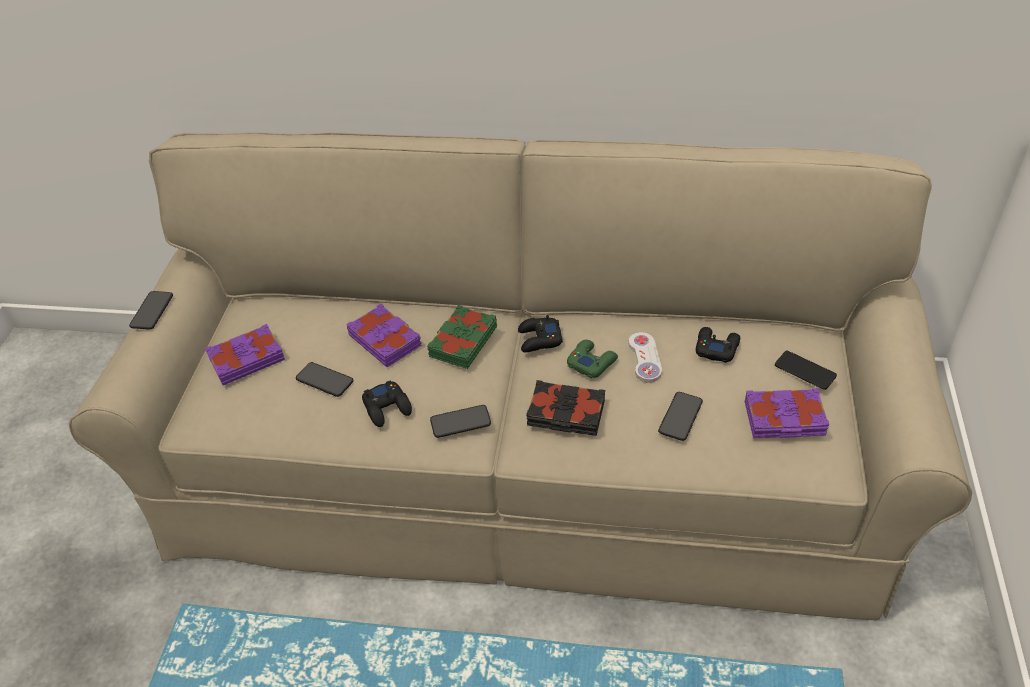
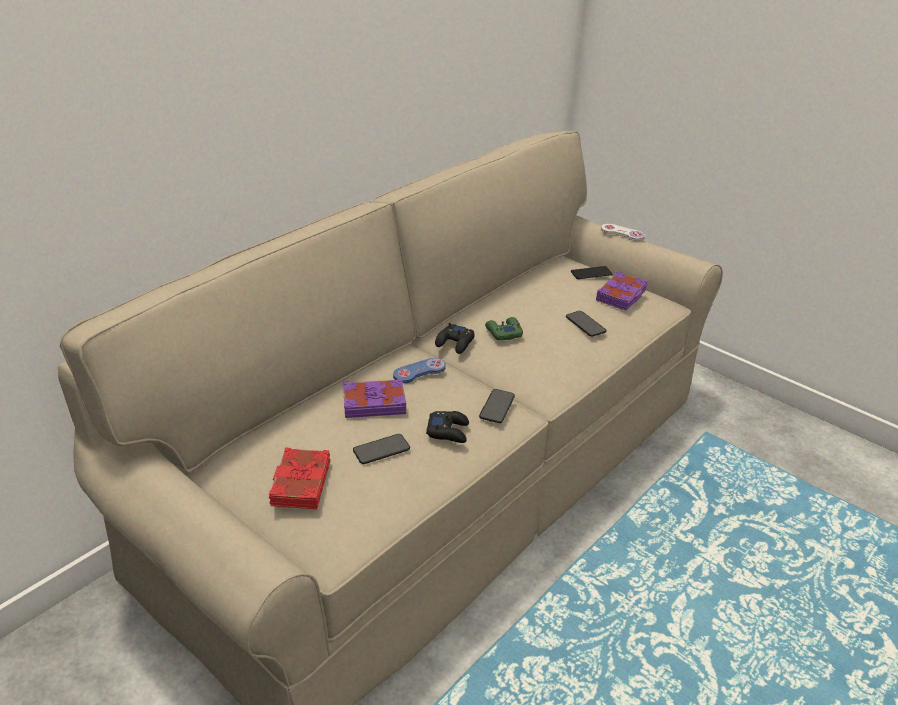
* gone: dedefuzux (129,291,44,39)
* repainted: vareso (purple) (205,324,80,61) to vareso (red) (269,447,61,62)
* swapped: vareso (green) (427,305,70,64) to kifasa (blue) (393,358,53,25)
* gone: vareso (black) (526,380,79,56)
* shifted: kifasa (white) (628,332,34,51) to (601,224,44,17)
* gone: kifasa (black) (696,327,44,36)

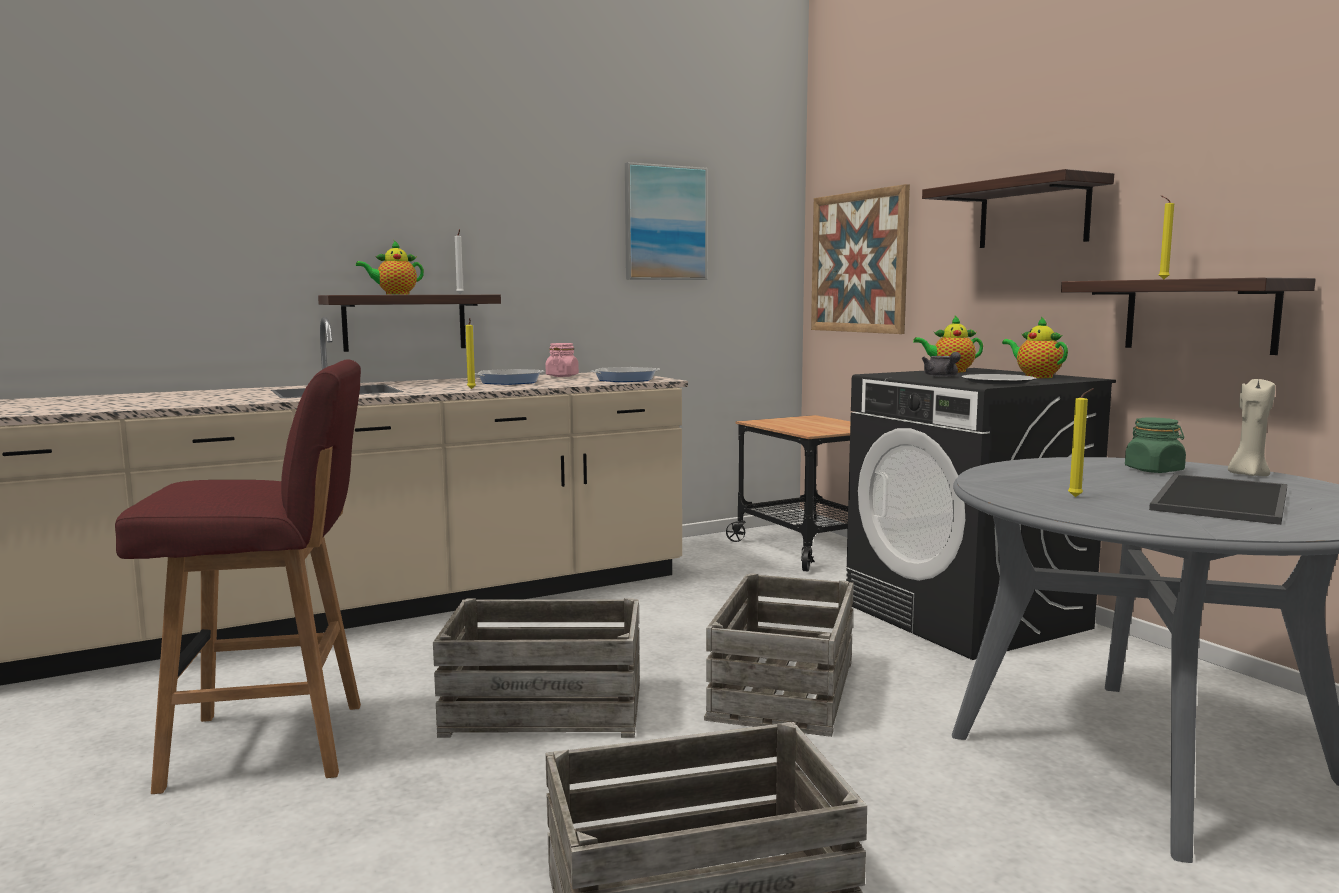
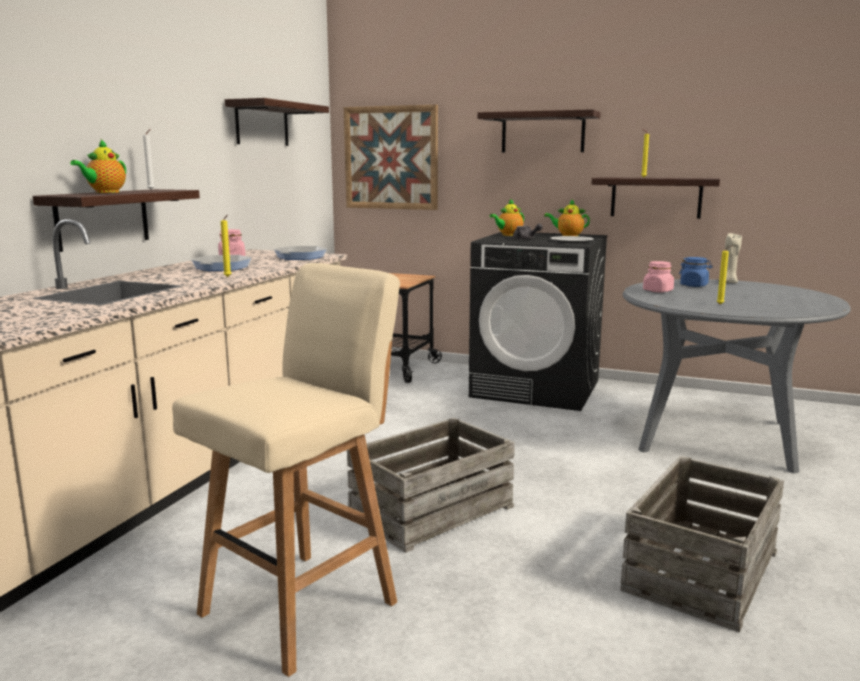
* repainted: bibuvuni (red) (115,359,246,435) to bibuvuni (beige) (172,263,228,414)
* swapped: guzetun (625,162,83,118) to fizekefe (225,98,104,48)
* gone: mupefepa (704,573,150,164)
* repainted: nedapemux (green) (1125,418,61,55) to nedapemux (blue) (679,257,34,30)
* gone: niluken (1149,474,139,51)
* new: nedapemux (pink) (643,261,31,31)

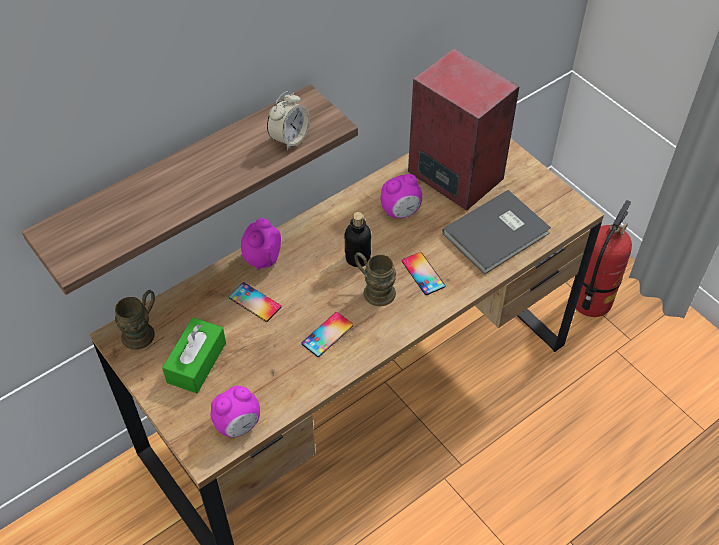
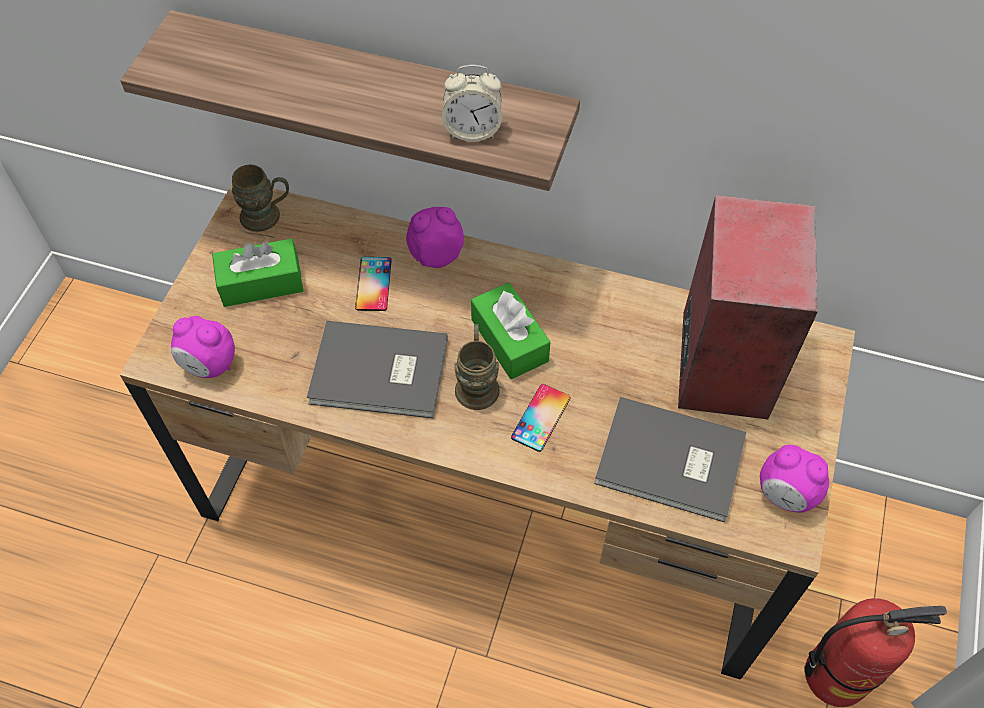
* swapped: dedefuzux (302,312,51,45) to vareso (grey) (307,321,140,97)
* swapped: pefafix (345,212,27,55) to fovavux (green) (471,282,79,97)
* shifted: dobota (380,174,42,44) to (760,445,69,68)

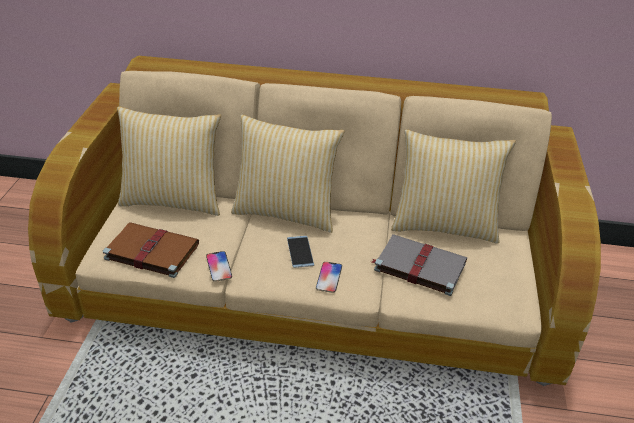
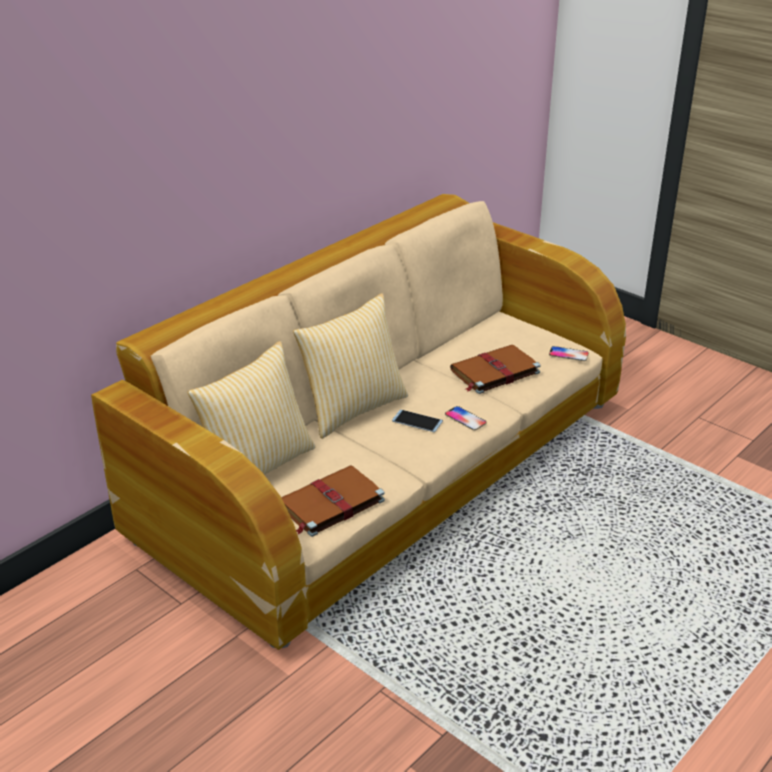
* shifted: dedefuzux (206,251,26,31) to (549,346,40,15)
* repainted: vareso (grey) (372,234,95,62) to vareso (brown) (450,345,91,49)
* gone: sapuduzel (391,129,125,115)

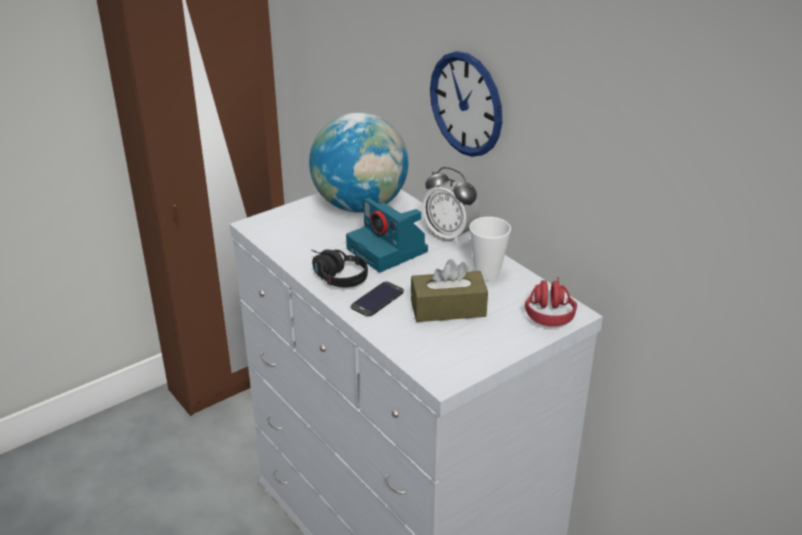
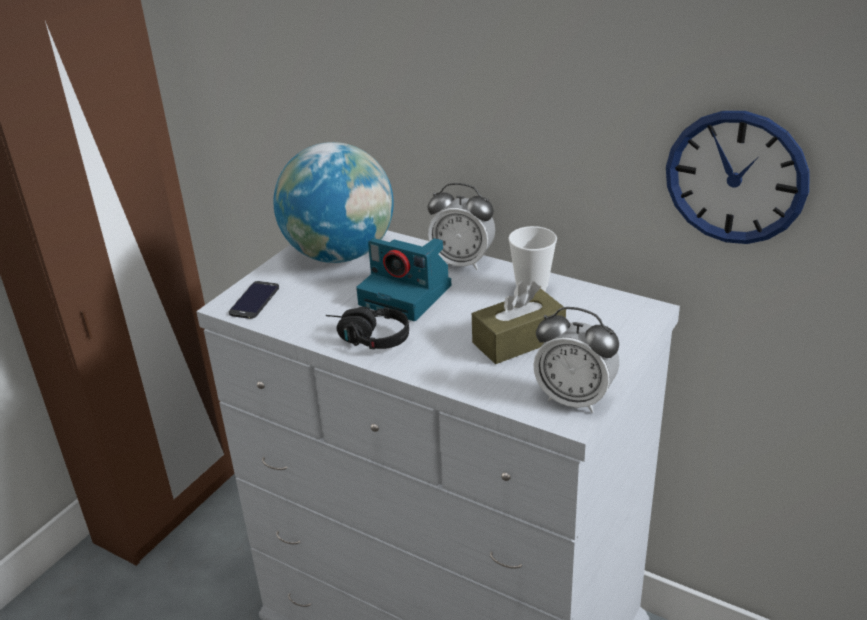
* shifted: dedefuzux (351,281,53,36) to (229,281,50,38)
* shifted: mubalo (430,51,72,106) to (666,111,144,133)
* gone: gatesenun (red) (525,277,52,50)
* new: dobota (533,307,86,106)

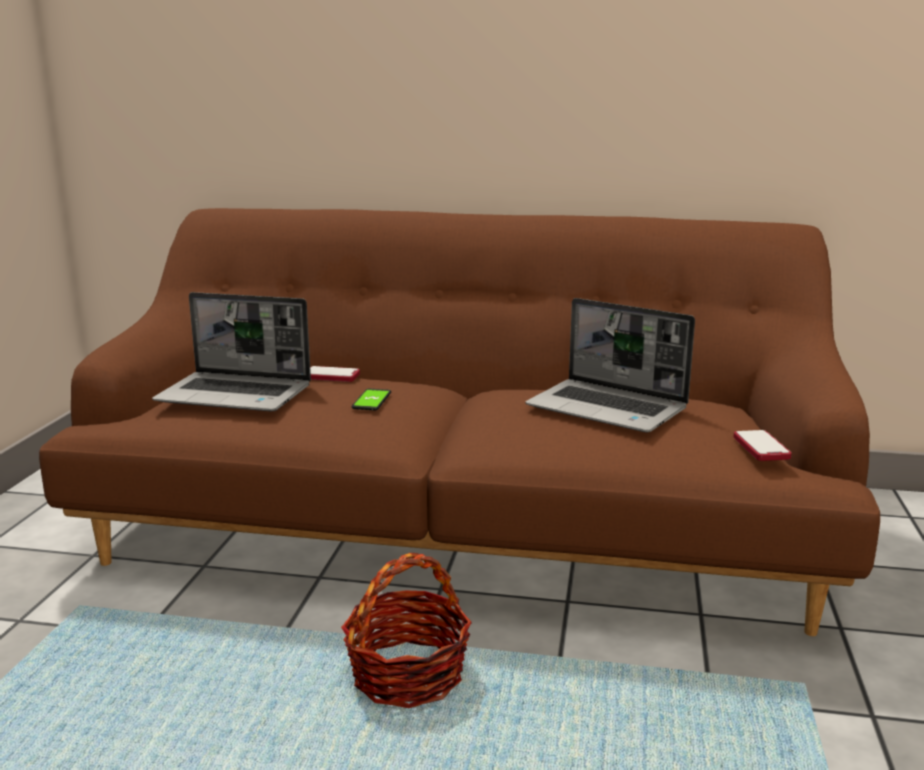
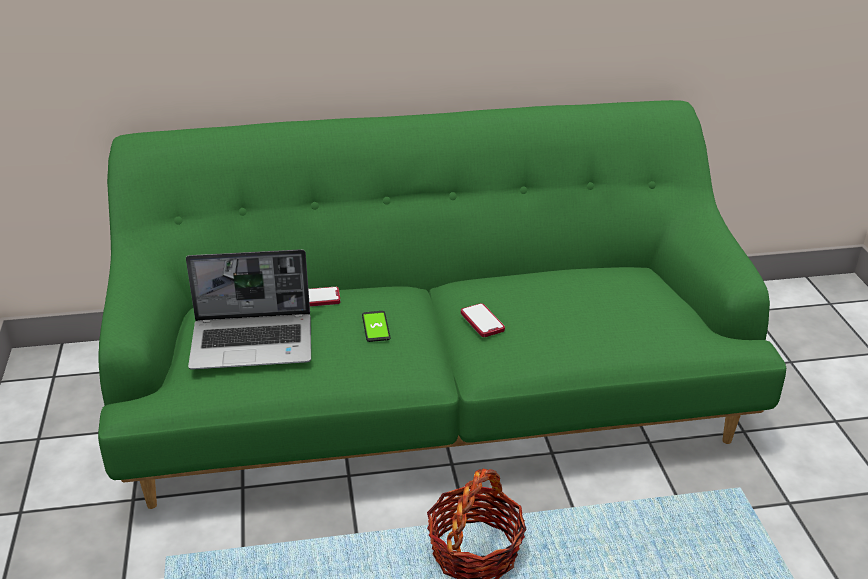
* repainted: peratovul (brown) (39,208,841,428) to peratovul (green) (98,100,688,409)
* gone: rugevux (525,298,170,134)
* shifted: dedefuzux (734,430,58,31) to (461,303,44,34)

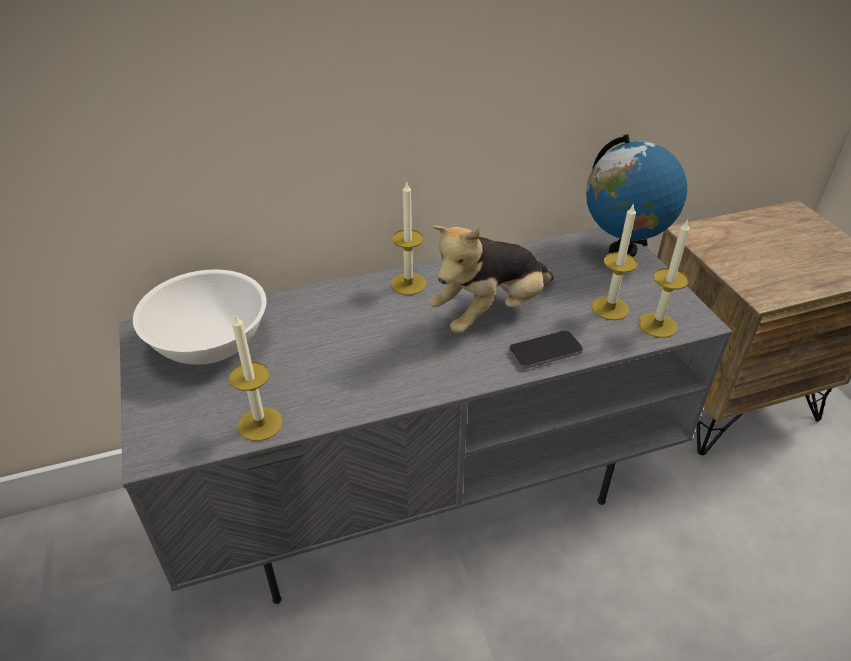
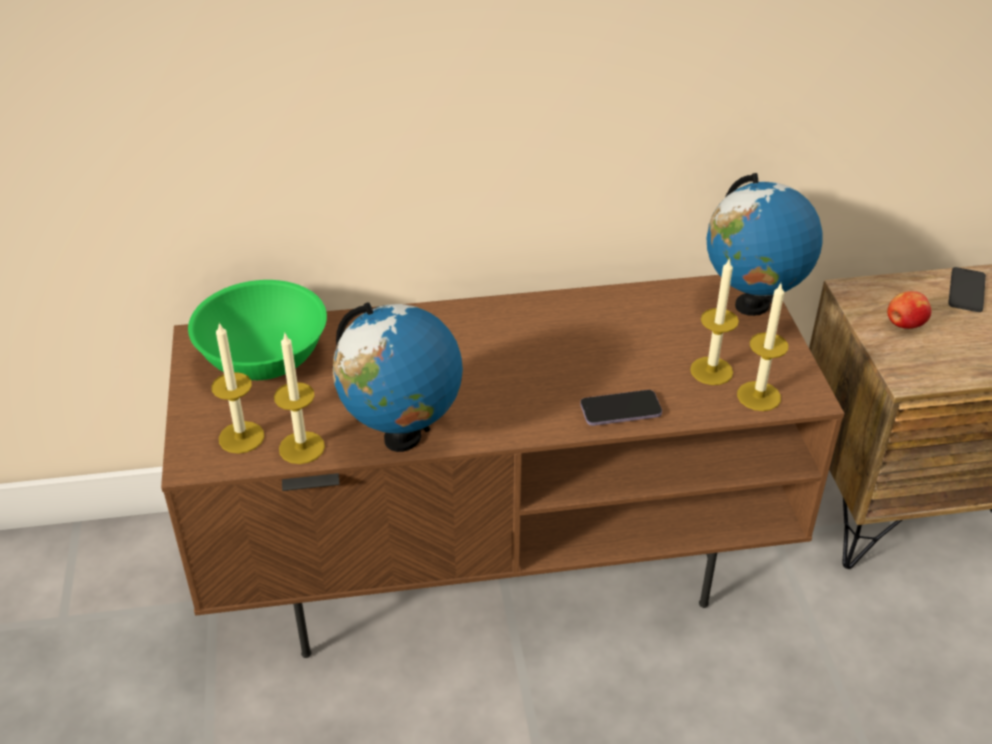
* repainted: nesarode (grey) (119,227,614,377) to nesarode (brown) (161,275,683,383)
* repainted: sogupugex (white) (133,269,133,96) to sogupugex (green) (188,280,139,100)
* shifted: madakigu (391,181,35,114) to (211,322,53,132)
* gone: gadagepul (429,225,125,108)
* new: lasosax (333,302,130,150)
* new: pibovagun (887,291,44,38)
* new: dedefuzux (948,267,38,45)

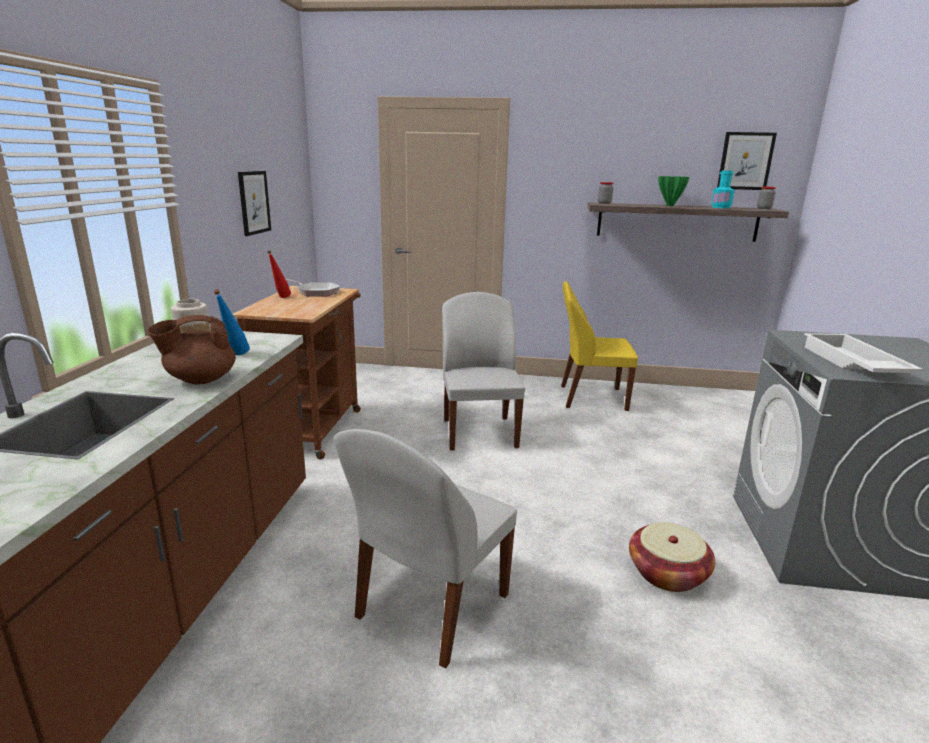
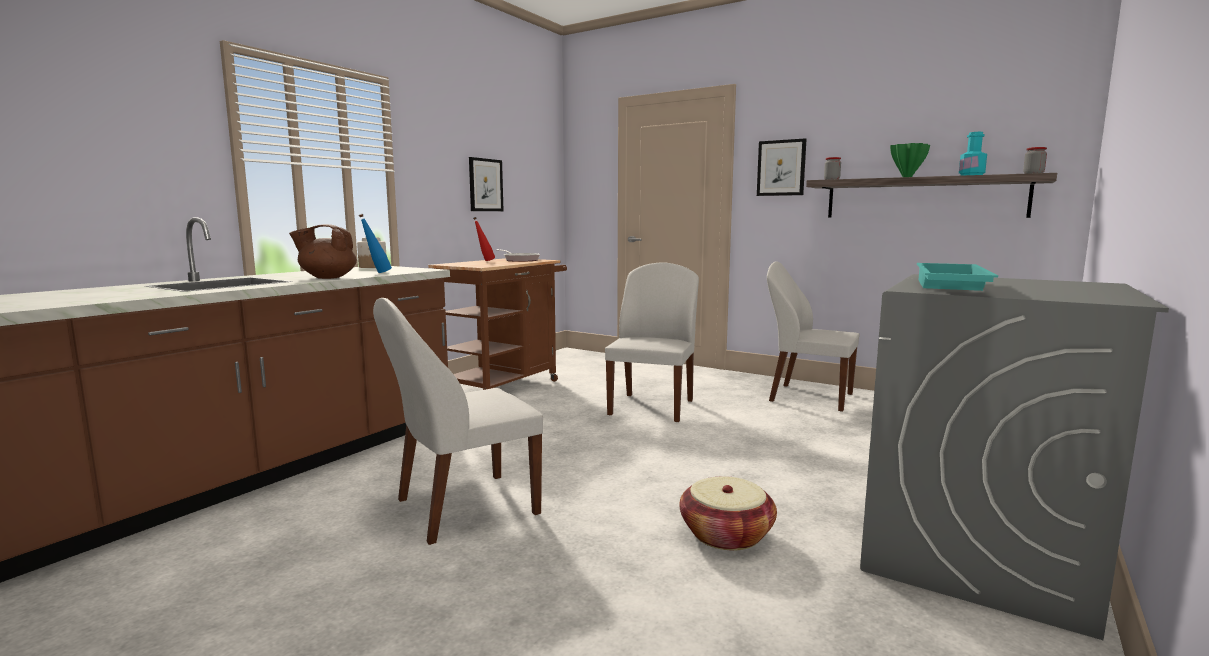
* repainted: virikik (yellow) (561,281,77,130) to virikik (white) (767,261,93,150)
* shifted: guzetun (717,132,60,58) to (757,138,49,58)
* repainted: niluken (white) (804,333,119,40) to niluken (turquoise) (917,263,81,28)

